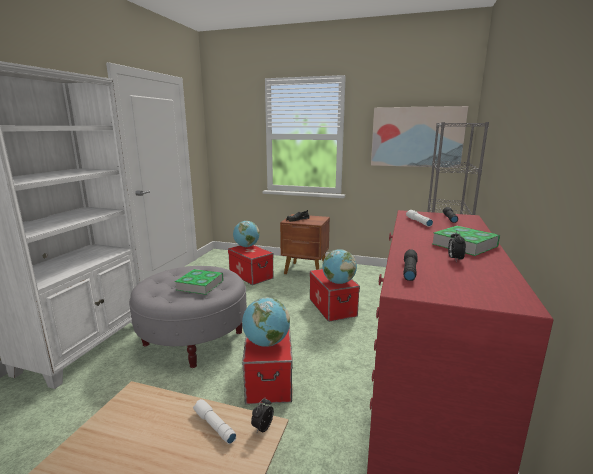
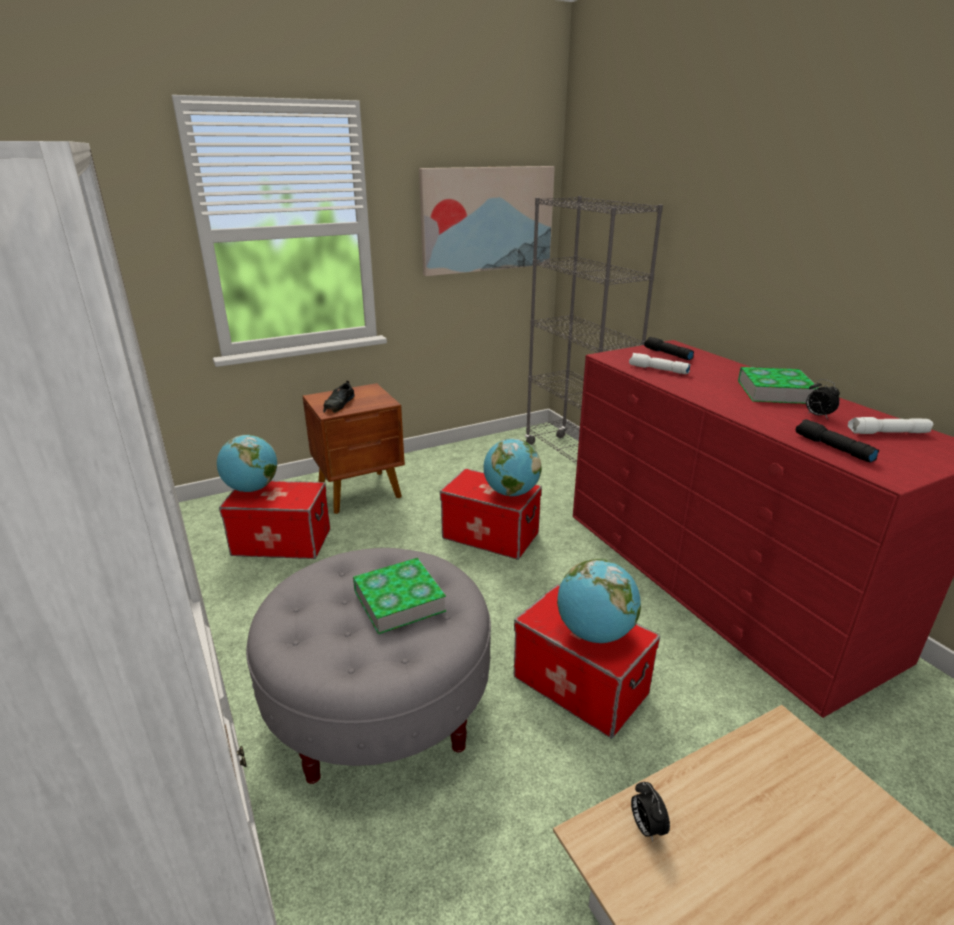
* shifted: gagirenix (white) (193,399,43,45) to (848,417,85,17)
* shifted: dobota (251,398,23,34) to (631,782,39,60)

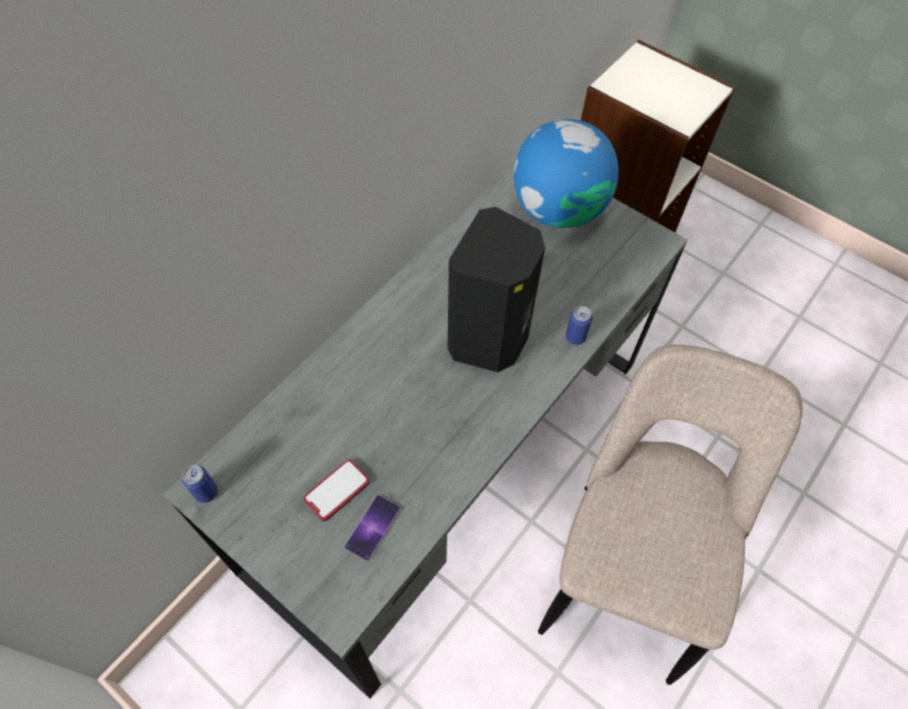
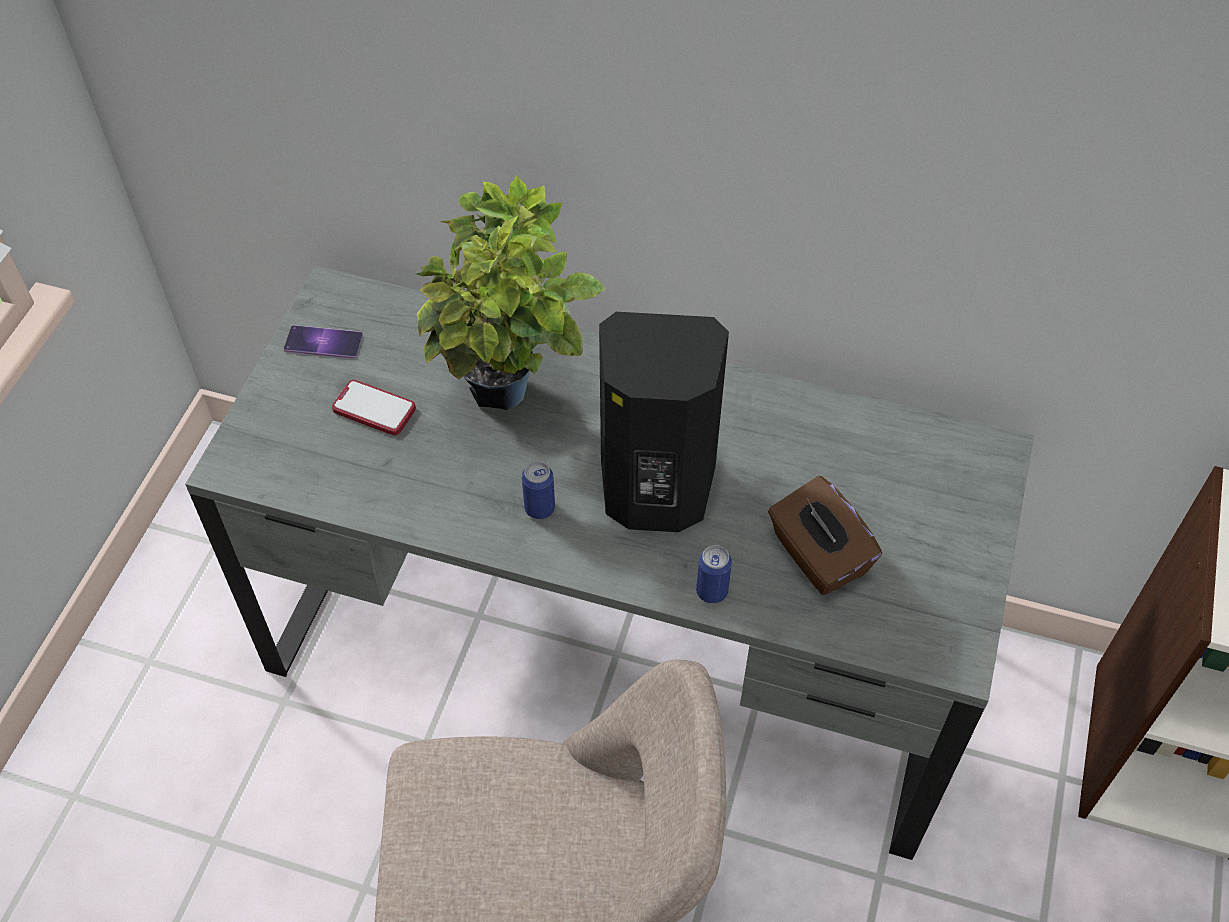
* shifted: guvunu (182,465,36,38) to (522,461,33,58)
* shifted: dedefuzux (345,495,55,66) to (284,325,79,34)
* gone: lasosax (514,119,104,109)
* new: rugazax (417,175,189,235)
* new: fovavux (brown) (768,476,114,119)

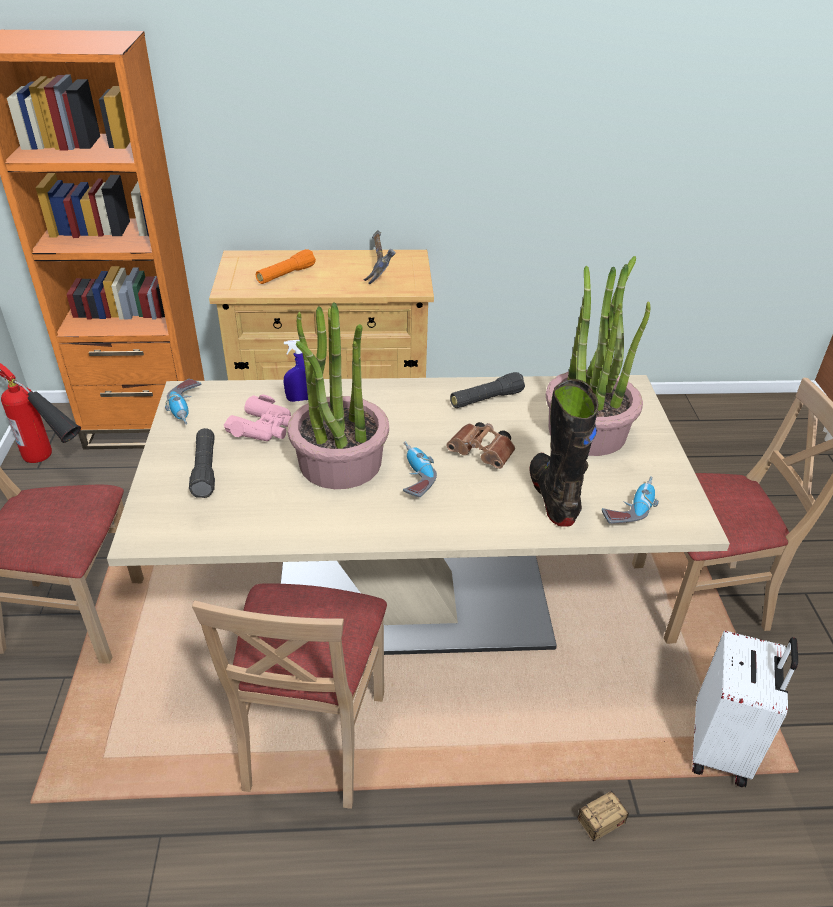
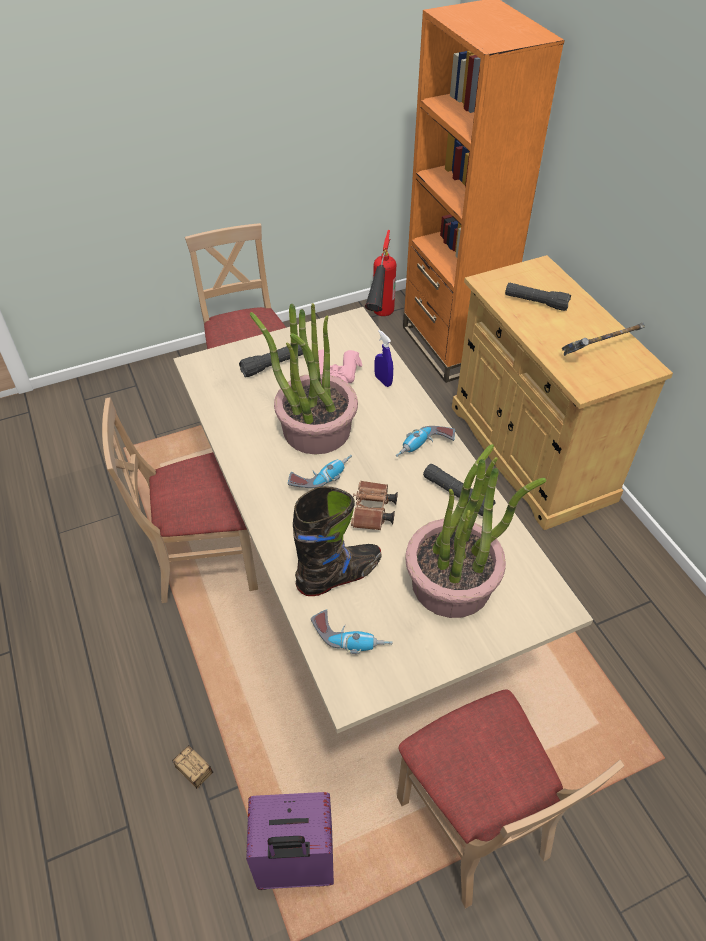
* shifted: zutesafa (165,379,37,46) to (396,426,59,31)
* repainted: gagirenix (orange) (256,249,60,35) to gagirenix (black) (505,283,66,28)
* repainted: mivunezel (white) (692,630,106,157) to mivunezel (purple) (246,792,88,98)

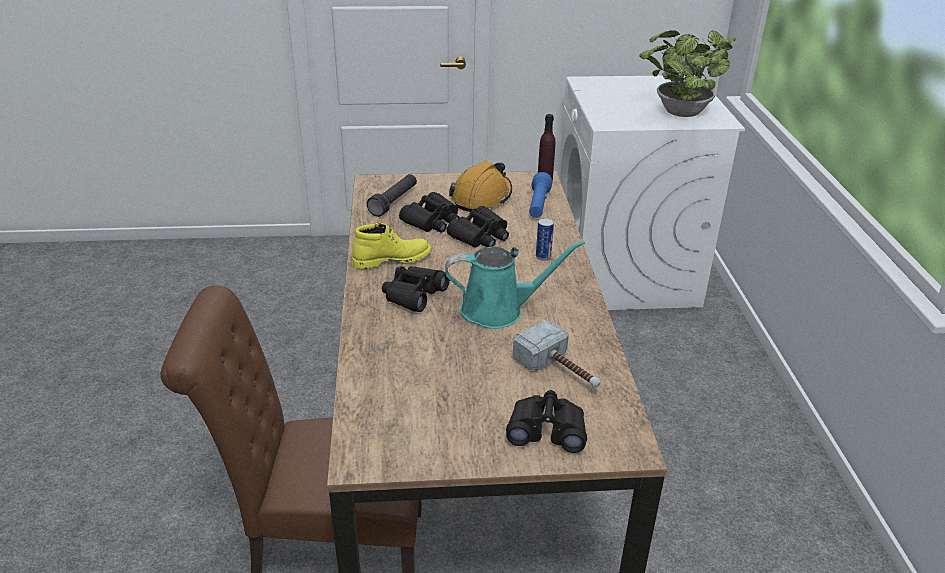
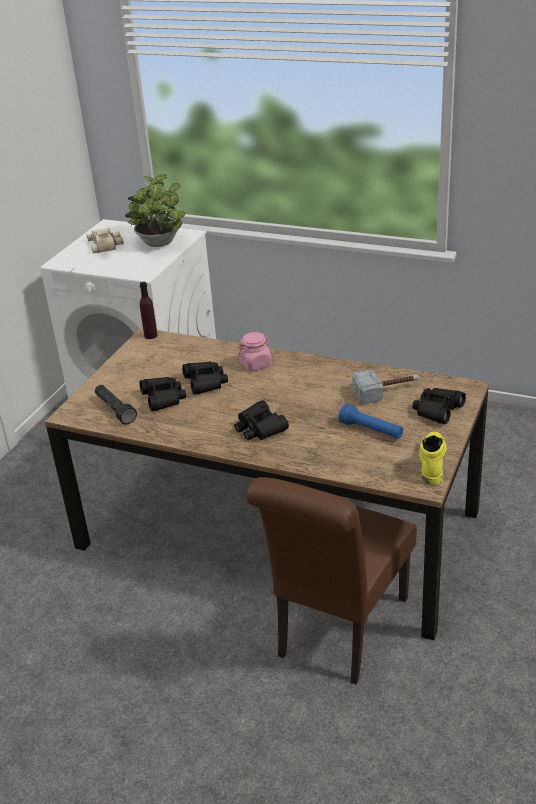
* shifted: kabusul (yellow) (352,223,79,46) to (419,431,28,54)
* gone: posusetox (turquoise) (445,241,140,88)
* gone: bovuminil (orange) (449,161,63,51)
* shifted: gagirenix (blue) (529,172,23,46) to (338,404,65,35)
* swapped: guvunu (536,218,18,43) to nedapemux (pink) (238,332,34,39)
* new: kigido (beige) (87,228,37,25)

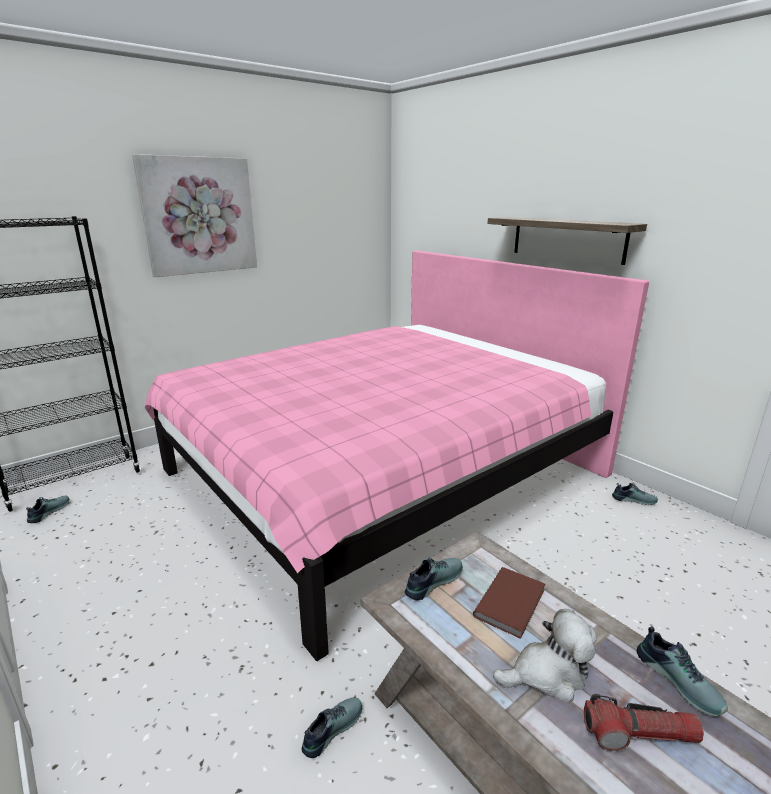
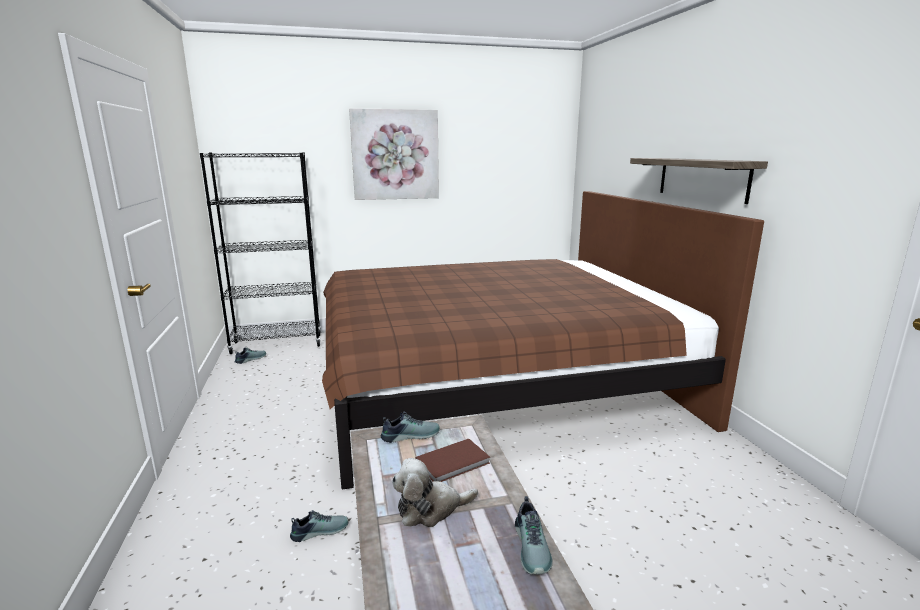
* repainted: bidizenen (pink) (144,251,505,410) to bidizenen (brown) (322,191,442,299)
* rotated: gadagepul (493,609,104,93) = (392,458,86,69) 150 degrees clockwise
* gone: gagirenix (584,694,120,57)
* gone: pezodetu (612,483,46,22)

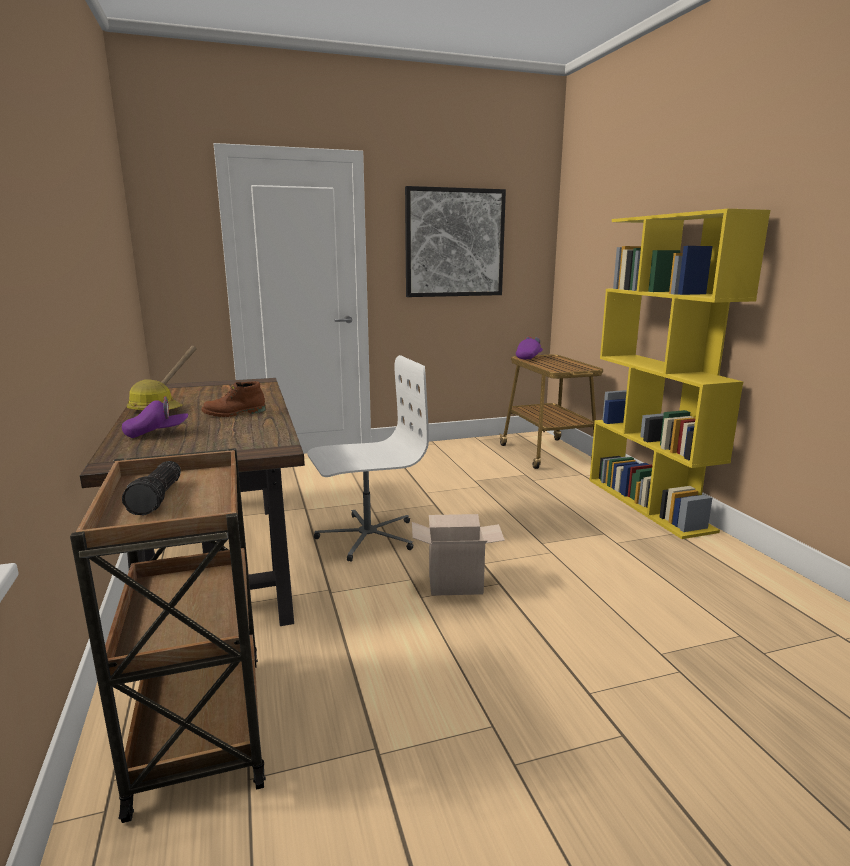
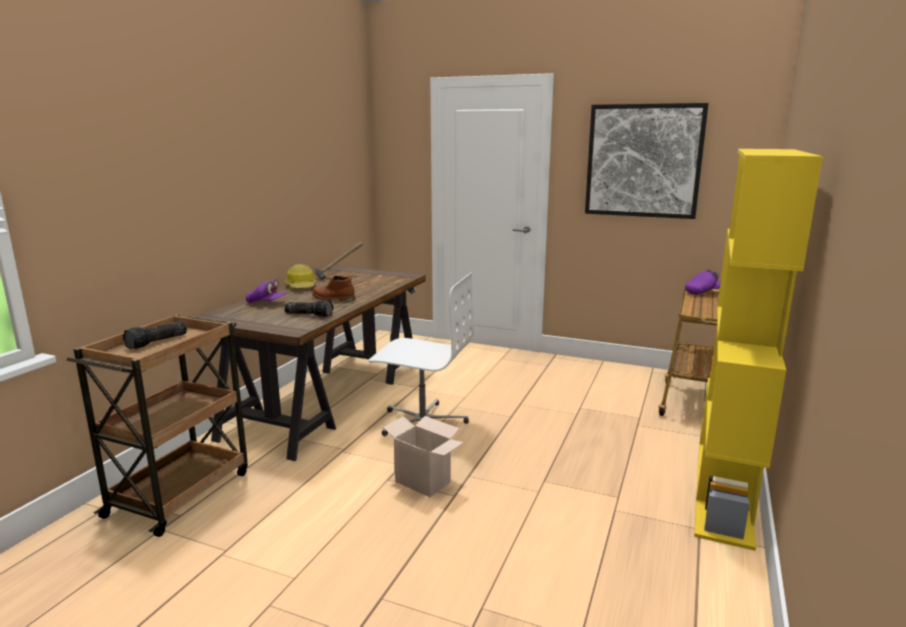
* new: gagirenix (285,300,49,17)

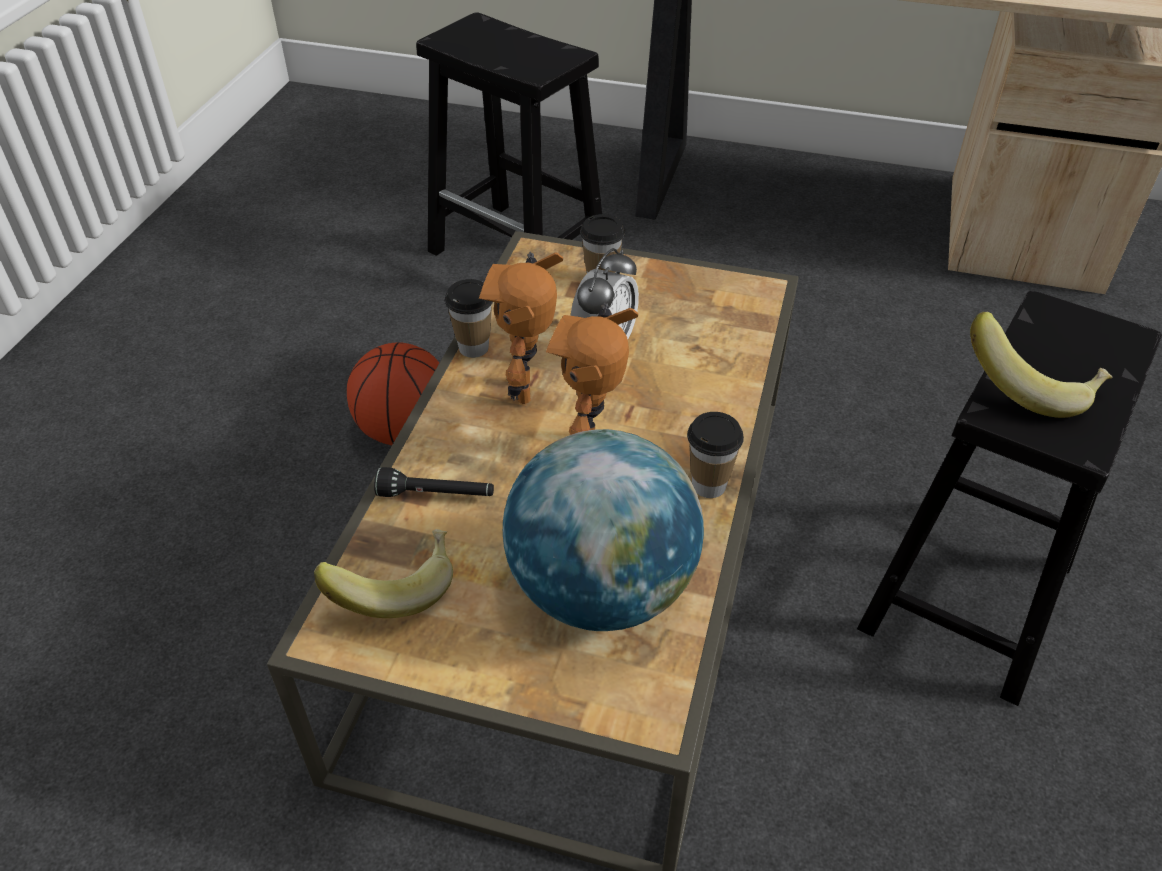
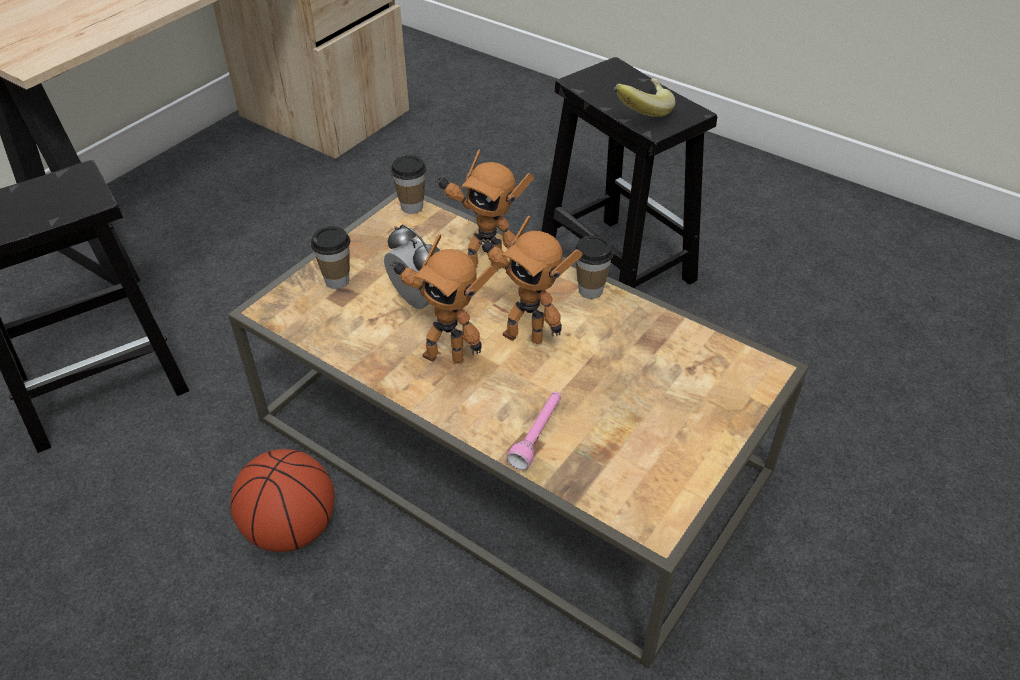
* gone: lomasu (314,529,139,89)
* repainted: gagirenix (black) (374,467,120,30) to gagirenix (pink) (506,392,55,78)
* shifted: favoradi (445,279,48,79) to (391,155,35,59)
* gone: lasosax (503,429,201,202)
* new: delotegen (435,150,99,120)

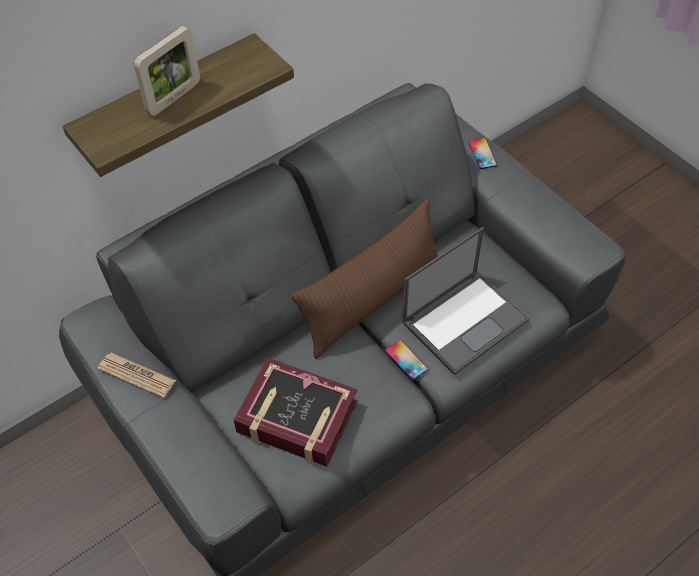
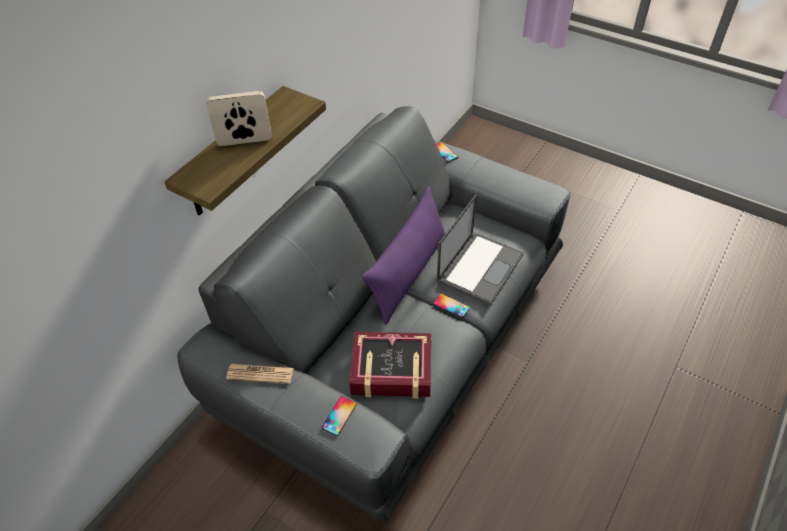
* rotated: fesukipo (134,26,66,90) = (206,91,66,55) 120 degrees counterclockwise
* repainted: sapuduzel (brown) (292,199,146,160) to sapuduzel (purple) (362,186,84,139)
* new: dedefuzux (322,396,35,40)

